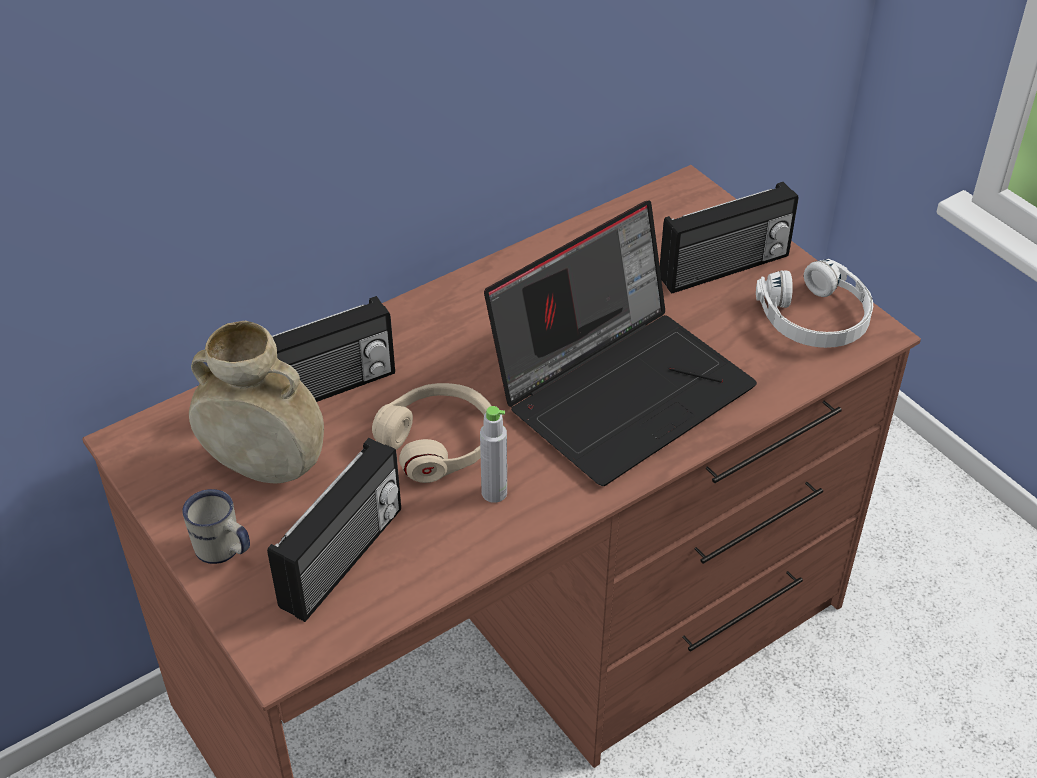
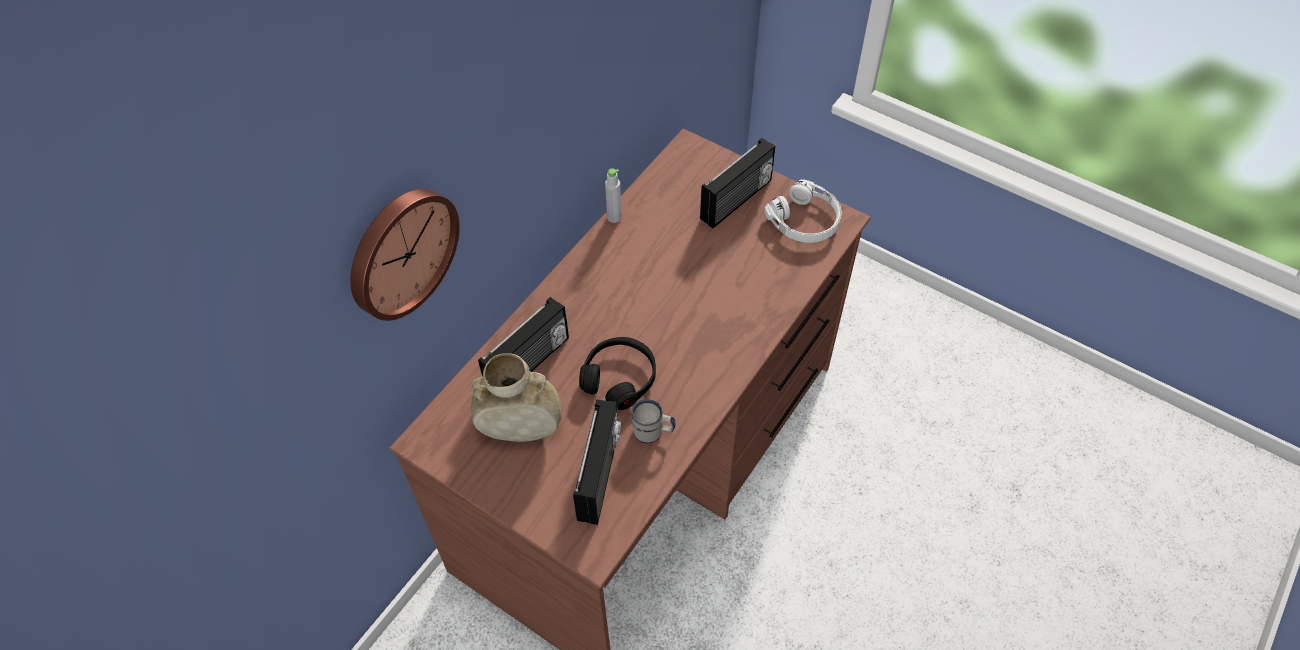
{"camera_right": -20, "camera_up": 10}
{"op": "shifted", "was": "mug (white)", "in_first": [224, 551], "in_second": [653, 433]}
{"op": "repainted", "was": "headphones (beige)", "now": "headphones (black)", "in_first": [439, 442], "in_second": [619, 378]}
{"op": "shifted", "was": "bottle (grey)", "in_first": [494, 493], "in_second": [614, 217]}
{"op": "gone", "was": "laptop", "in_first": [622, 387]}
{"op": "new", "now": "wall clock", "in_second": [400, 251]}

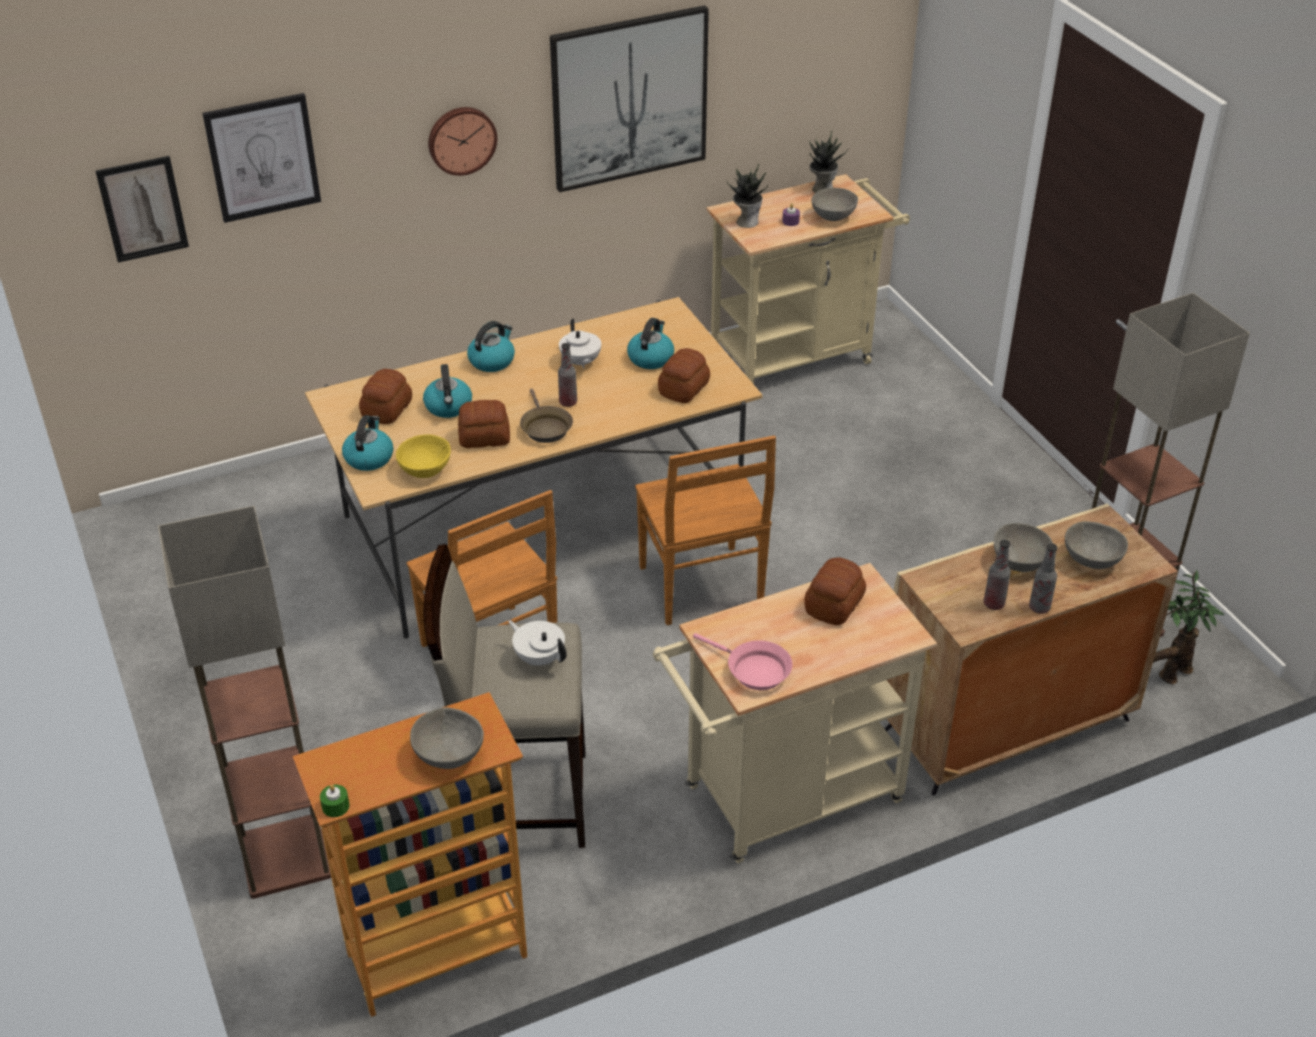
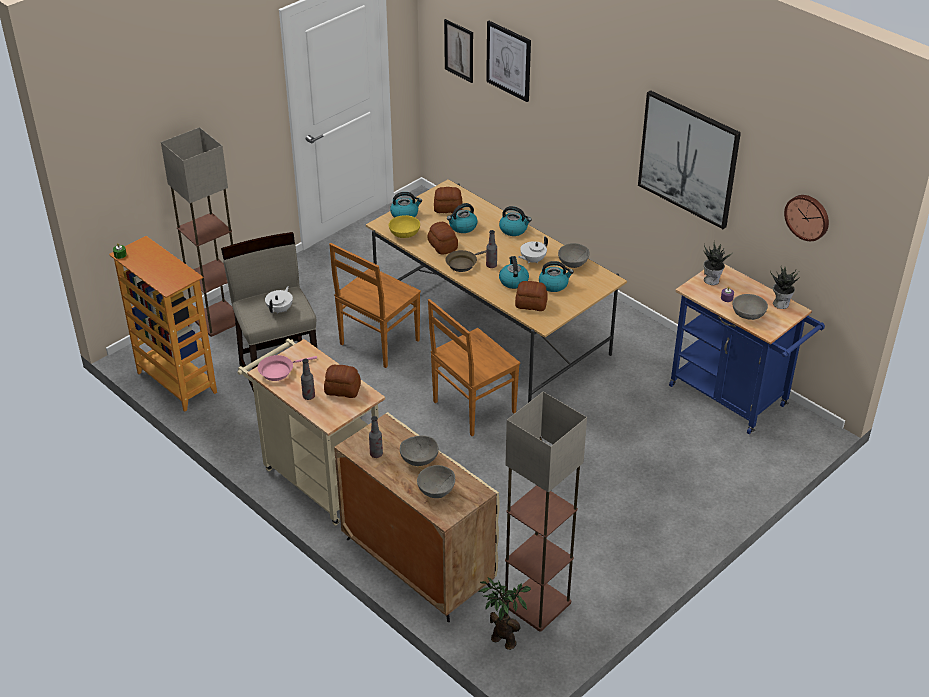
{"camera_right": 70, "camera_up": 0}
{"op": "shifted", "was": "bowl (grey)", "in_first": [448, 754], "in_second": [573, 263]}
{"op": "shifted", "was": "wall clock", "in_first": [461, 139], "in_second": [808, 216]}
{"op": "rotated", "was": "frying pan (pink)", "in_first": [753, 670], "in_second": [279, 371], "clockwise": 45}
{"op": "repainted", "was": "cart (beige)", "now": "cart (blue)", "in_first": [799, 355], "in_second": [734, 399]}
{"op": "shifted", "was": "bottle", "in_first": [1039, 608], "in_second": [308, 396]}
{"op": "new", "now": "kettle", "in_second": [513, 281]}

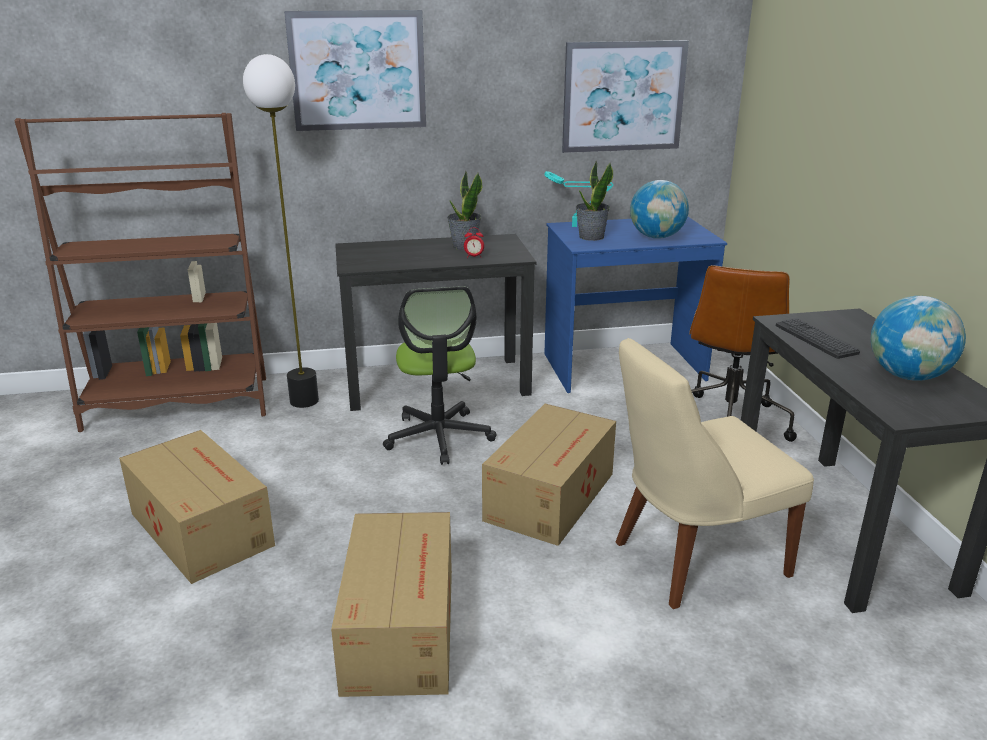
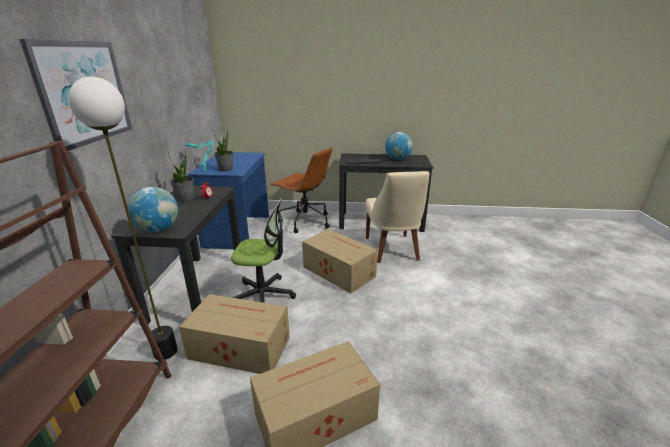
{"camera_right": -75, "camera_up": 0}
{"op": "shifted", "was": "cardboard box", "in_first": [402, 626], "in_second": [239, 347]}
{"op": "gone", "was": "picture", "in_first": [623, 96]}
{"op": "shifted", "was": "globe", "in_first": [656, 237], "in_second": [158, 230]}

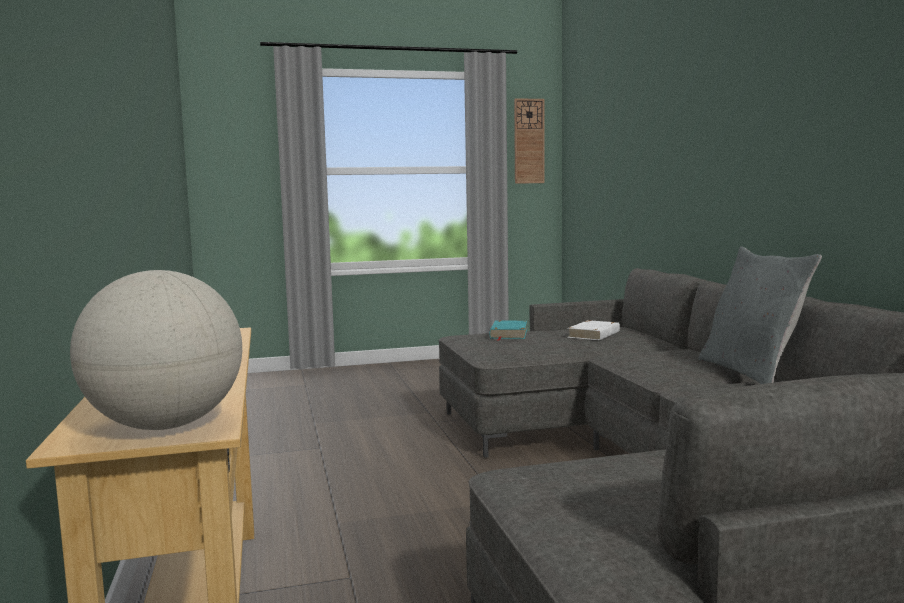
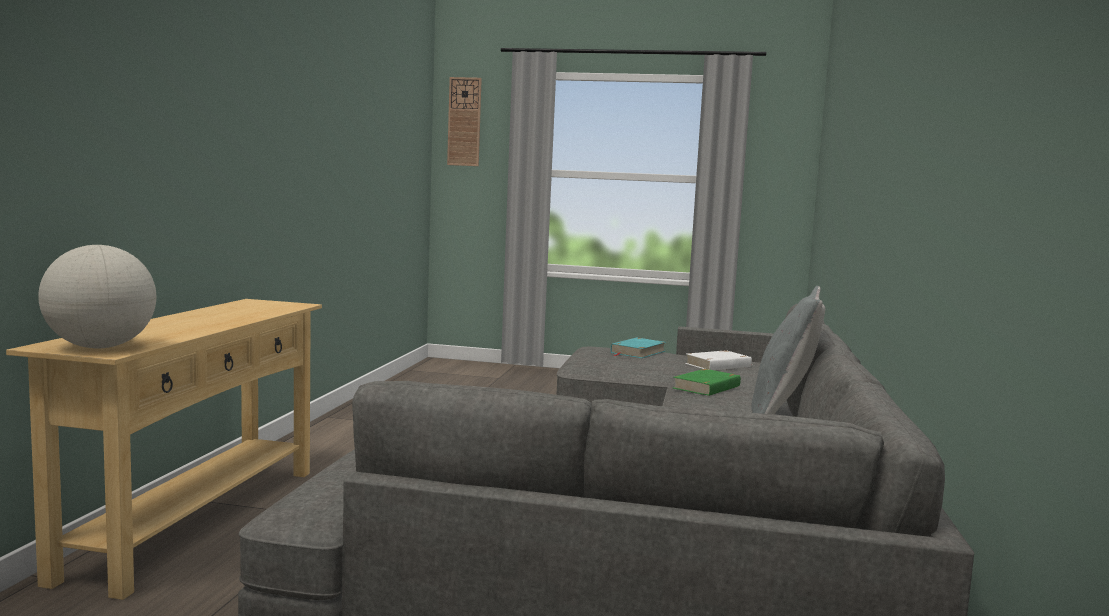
{"camera_right": 25, "camera_up": 0}
{"op": "shifted", "was": "wall clock", "in_first": [529, 141], "in_second": [464, 122]}
{"op": "new", "now": "book (green)", "in_second": [707, 387]}

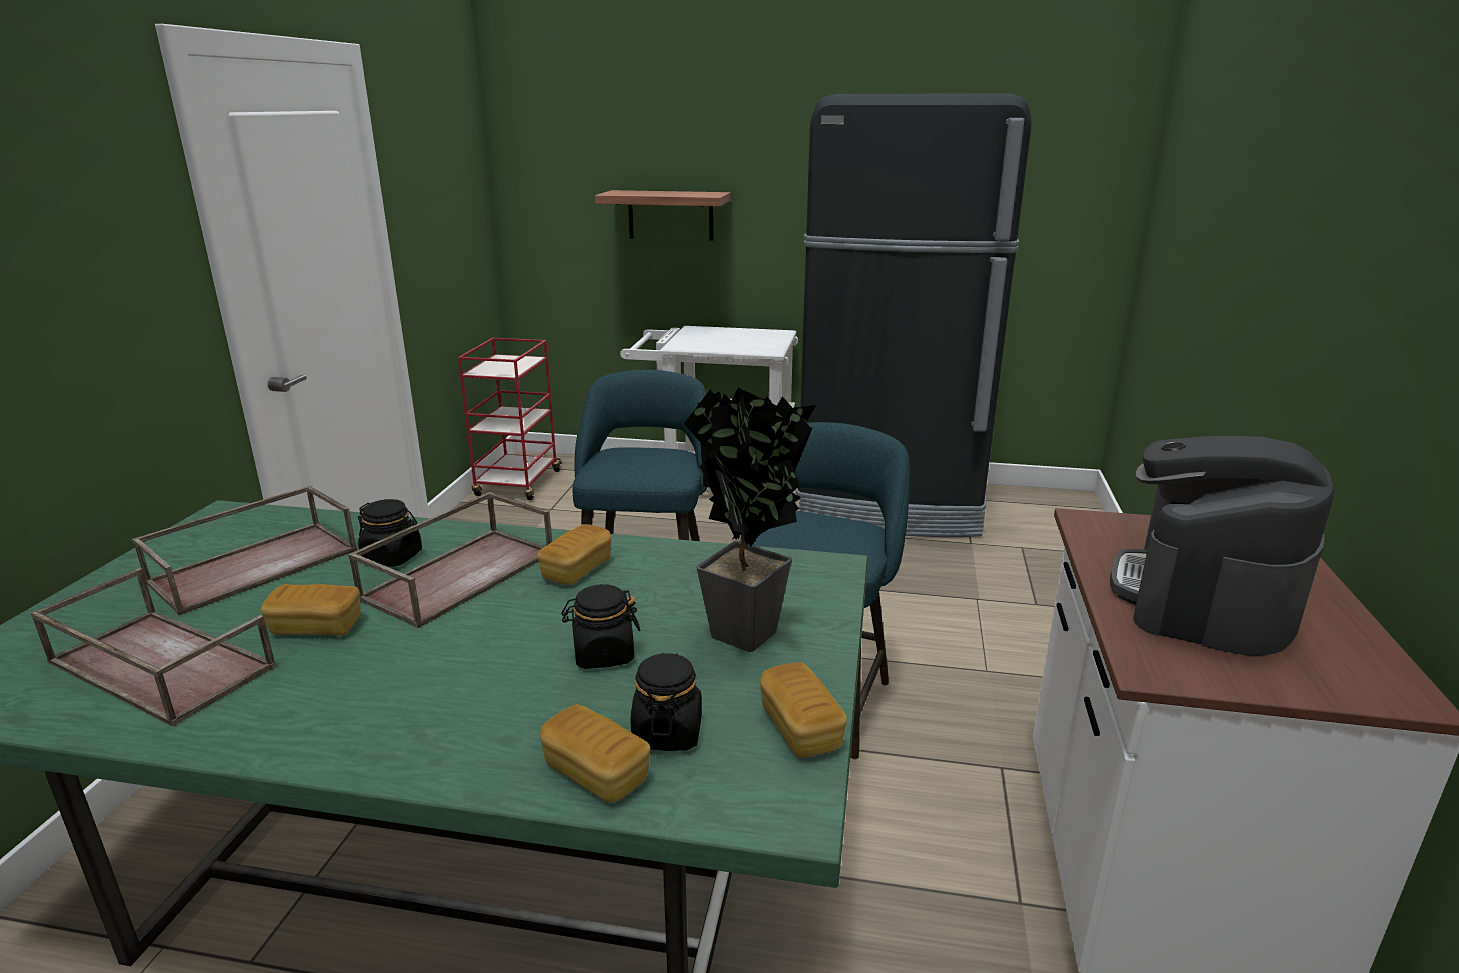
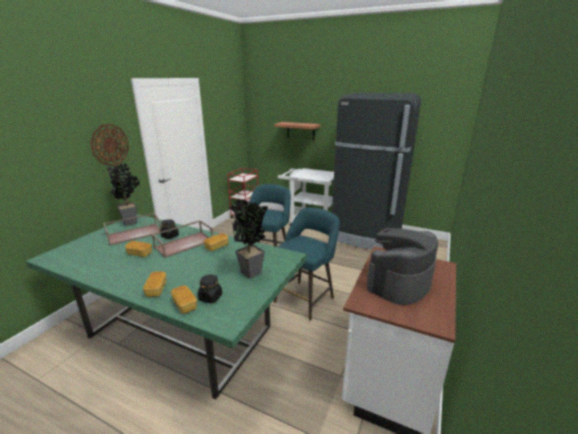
{"camera_right": 15, "camera_up": 0}
{"op": "gone", "was": "tray (brown)", "in_first": [158, 665]}
{"op": "gone", "was": "jar (black)", "in_first": [603, 654]}
{"op": "shifted", "was": "bread", "in_first": [800, 729], "in_second": [156, 289]}
{"op": "new", "now": "wall clock", "in_second": [110, 145]}
{"op": "new", "now": "potted plant", "in_second": [131, 221]}

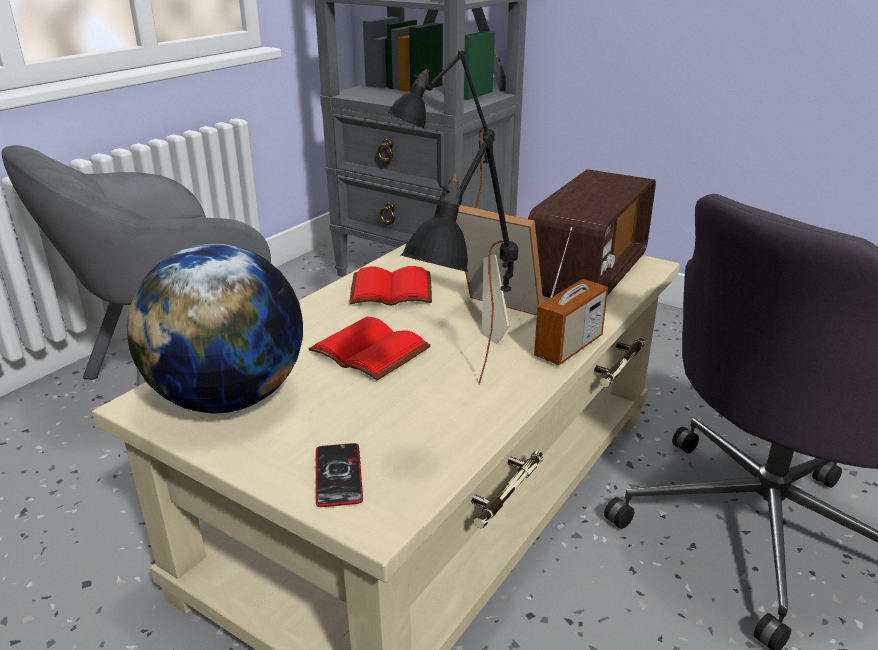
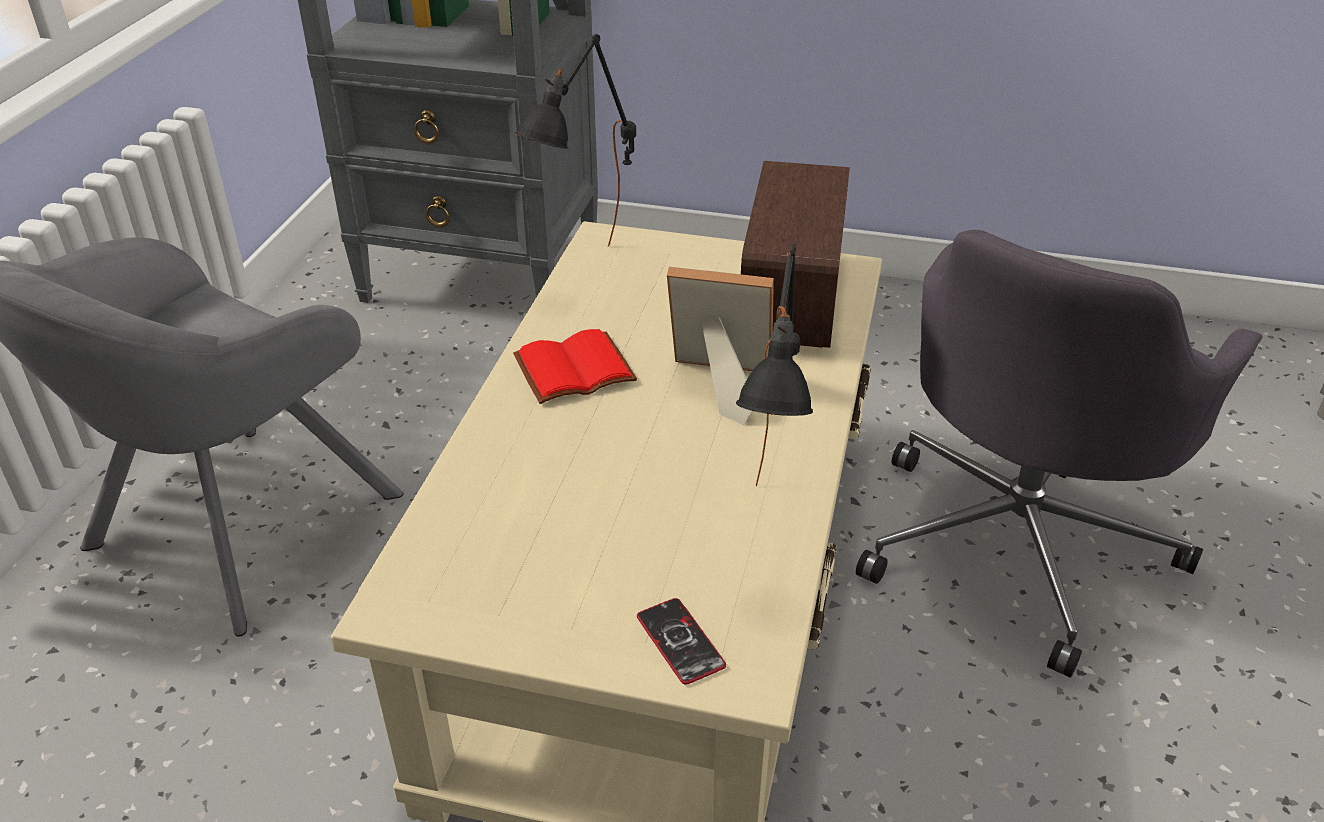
{"camera_right": -20, "camera_up": 10}
{"op": "gone", "was": "globe", "in_first": [229, 399]}
{"op": "gone", "was": "book (red)", "in_first": [373, 350]}
{"op": "gone", "was": "radio", "in_first": [569, 347]}

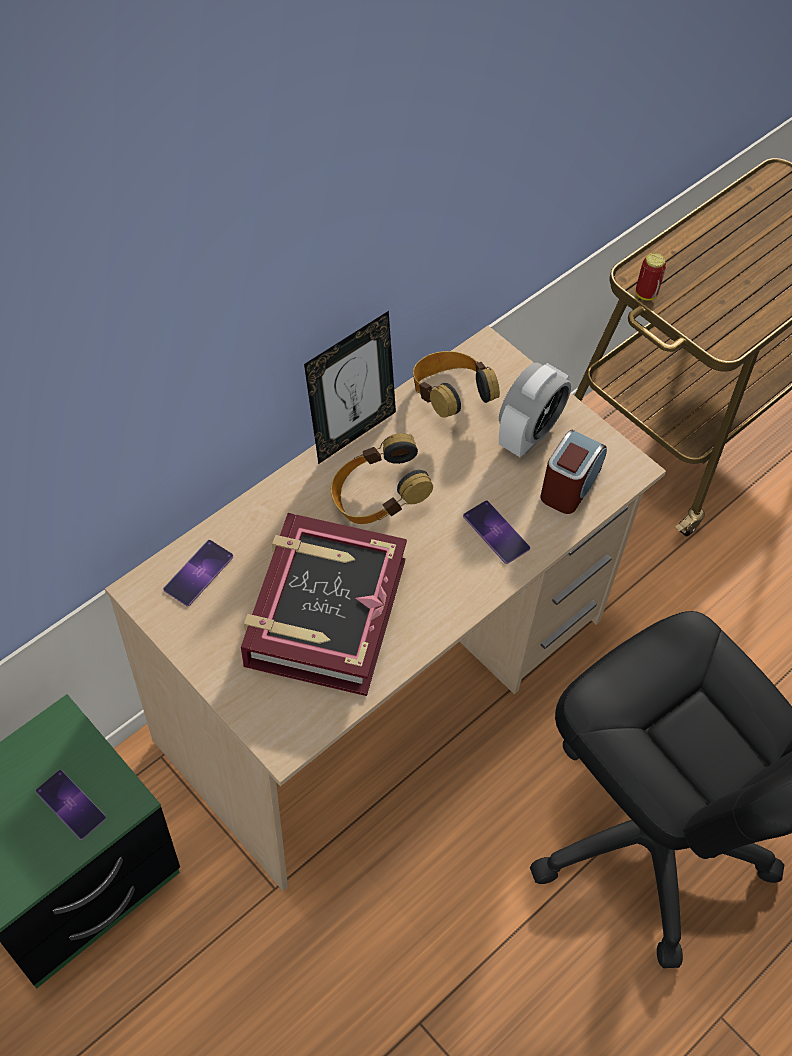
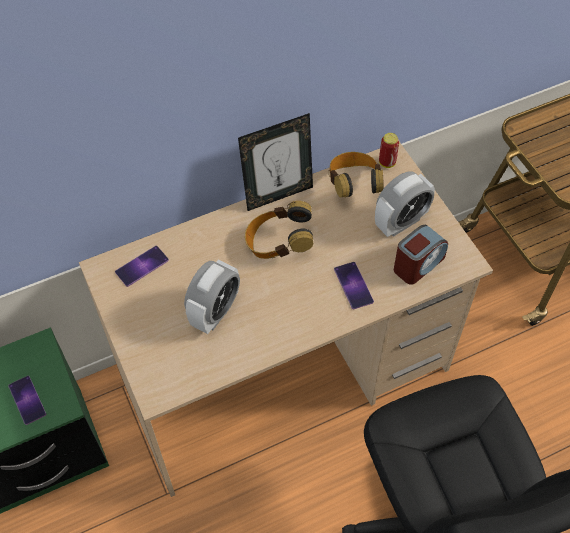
{"camera_right": 20, "camera_up": 0}
{"op": "swapped", "was": "book", "now": "alarm clock", "in_first": [324, 612], "in_second": [215, 312]}
{"op": "shifted", "was": "can", "in_first": [646, 294], "in_second": [387, 162]}

